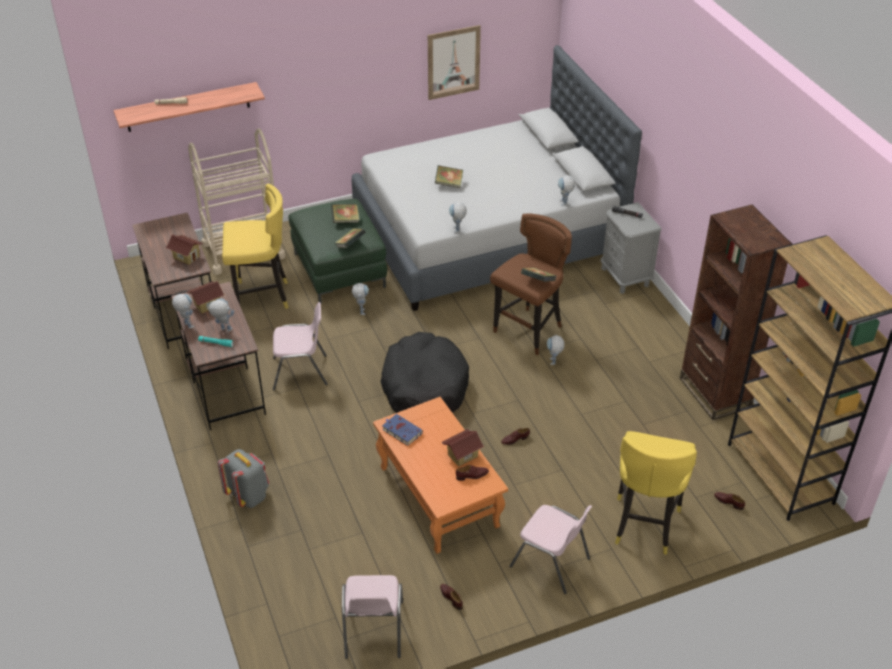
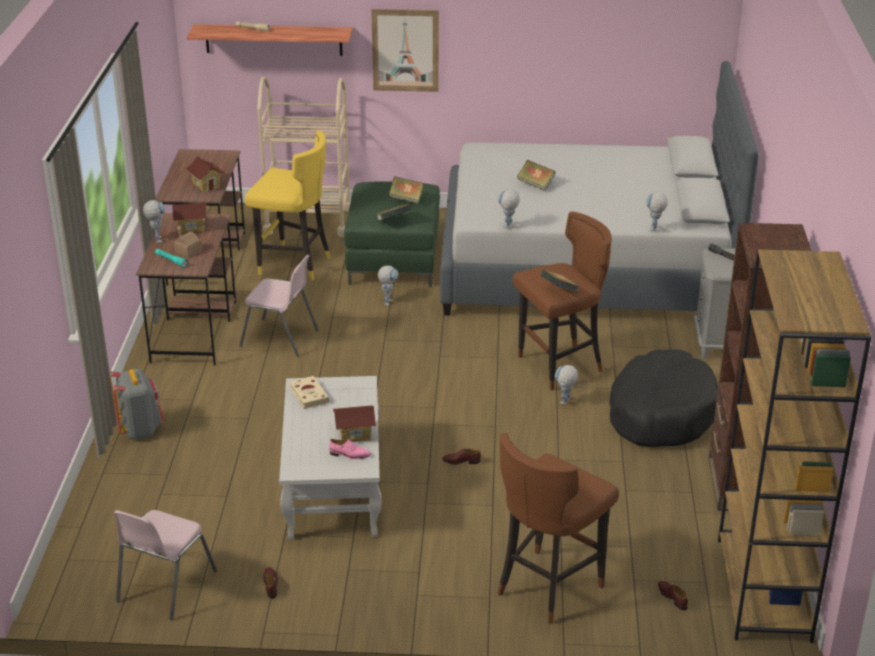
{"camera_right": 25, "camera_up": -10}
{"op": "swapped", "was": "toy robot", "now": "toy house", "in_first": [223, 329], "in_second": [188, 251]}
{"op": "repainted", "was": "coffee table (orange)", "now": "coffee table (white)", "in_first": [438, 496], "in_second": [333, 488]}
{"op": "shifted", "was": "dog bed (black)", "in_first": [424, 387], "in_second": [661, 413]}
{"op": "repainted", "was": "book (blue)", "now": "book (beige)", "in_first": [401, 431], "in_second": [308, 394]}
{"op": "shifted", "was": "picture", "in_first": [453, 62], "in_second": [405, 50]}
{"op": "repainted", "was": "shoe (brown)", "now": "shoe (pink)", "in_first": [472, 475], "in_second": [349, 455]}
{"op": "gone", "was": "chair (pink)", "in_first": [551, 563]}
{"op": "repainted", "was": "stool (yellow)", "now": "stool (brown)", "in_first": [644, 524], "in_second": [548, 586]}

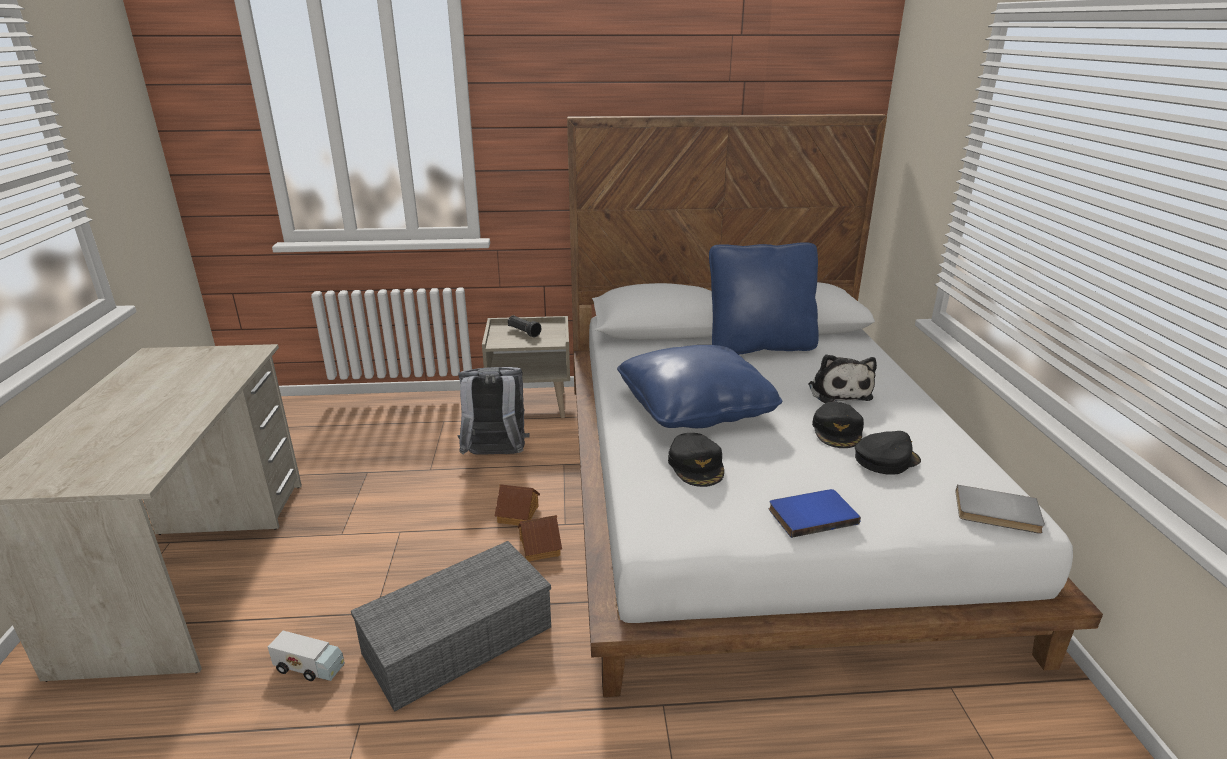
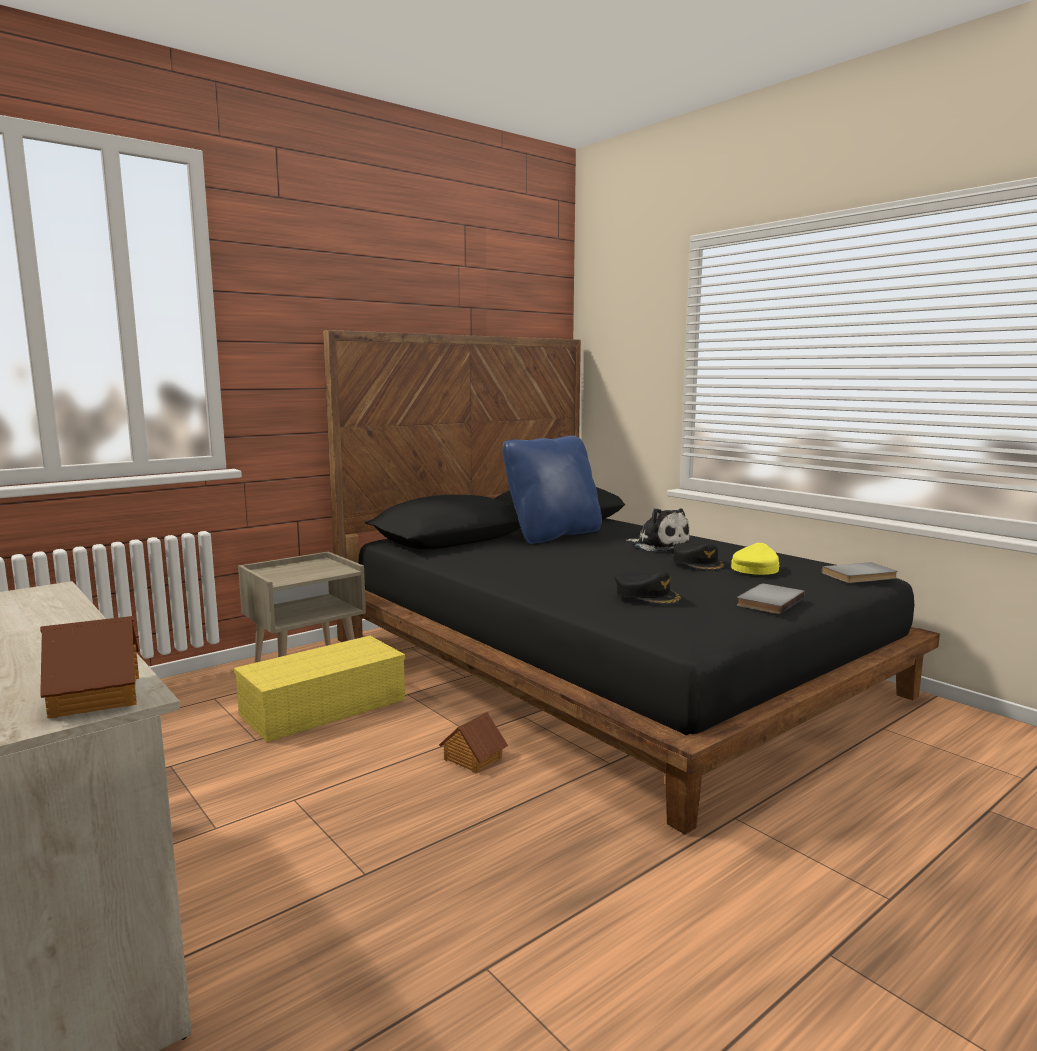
{"camera_right": -35, "camera_up": -15}
{"op": "gone", "was": "toy truck", "in_first": [310, 667]}
{"op": "gone", "was": "storage box (grey)", "in_first": [460, 637]}
{"op": "swapped", "was": "backpack (grey)", "now": "storage box (yellow)", "in_first": [495, 456], "in_second": [322, 708]}
{"op": "shifted", "was": "toy house", "in_first": [519, 514], "in_second": [98, 695]}
{"op": "gone", "was": "flashlight (black)", "in_first": [524, 332]}
{"op": "repainted", "was": "bed (white)", "now": "bed (black)", "in_first": [756, 492], "in_second": [607, 665]}
{"op": "gone", "was": "pillow (blue)", "in_first": [695, 408]}
{"op": "repainted", "was": "book (blue)", "now": "book (grey)", "in_first": [811, 514], "in_second": [768, 601]}
{"op": "repainted", "was": "cap (black)", "now": "cap (yellow)", "in_first": [885, 459], "in_second": [755, 568]}

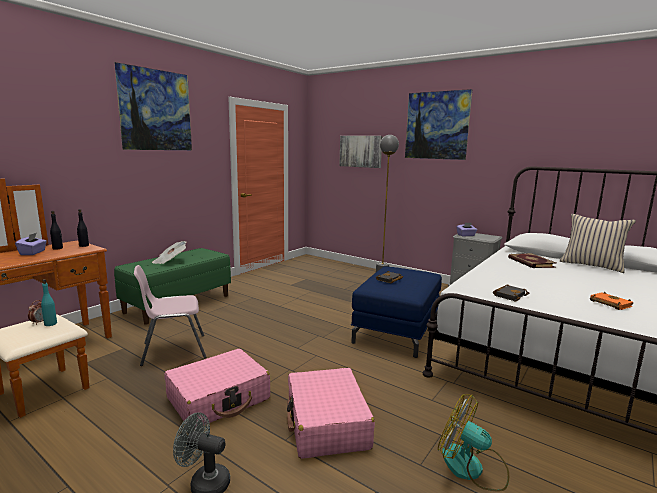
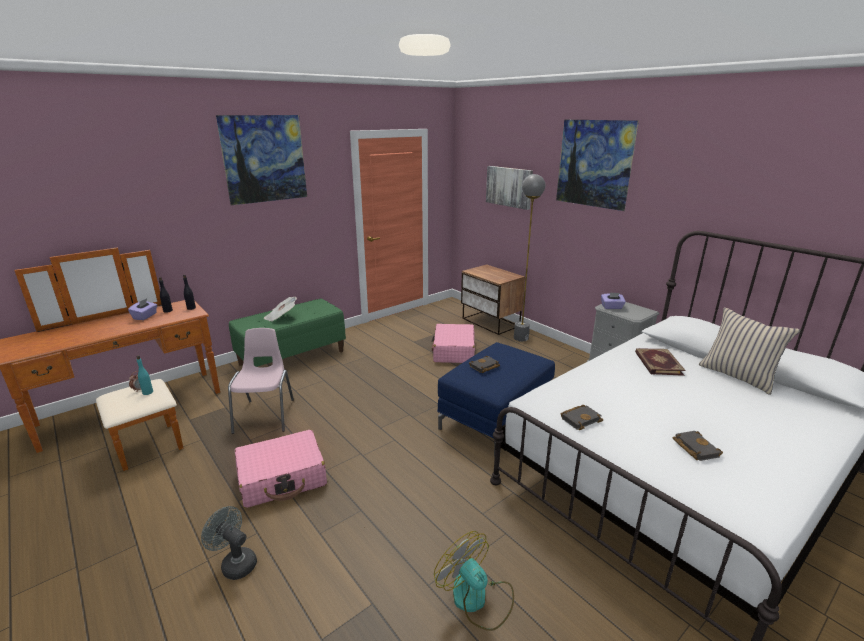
{"camera_right": 15, "camera_up": 10}
{"op": "rotated", "was": "chair (pink)", "in_first": [173, 350], "in_second": [266, 415], "clockwise": 90}
{"op": "shifted", "was": "suitcase (pink)", "in_first": [326, 423], "in_second": [453, 351]}
{"op": "repainted", "was": "book (orange)", "now": "book (black)", "in_first": [608, 303], "in_second": [694, 448]}
{"op": "new", "now": "nightstand", "in_second": [490, 323]}

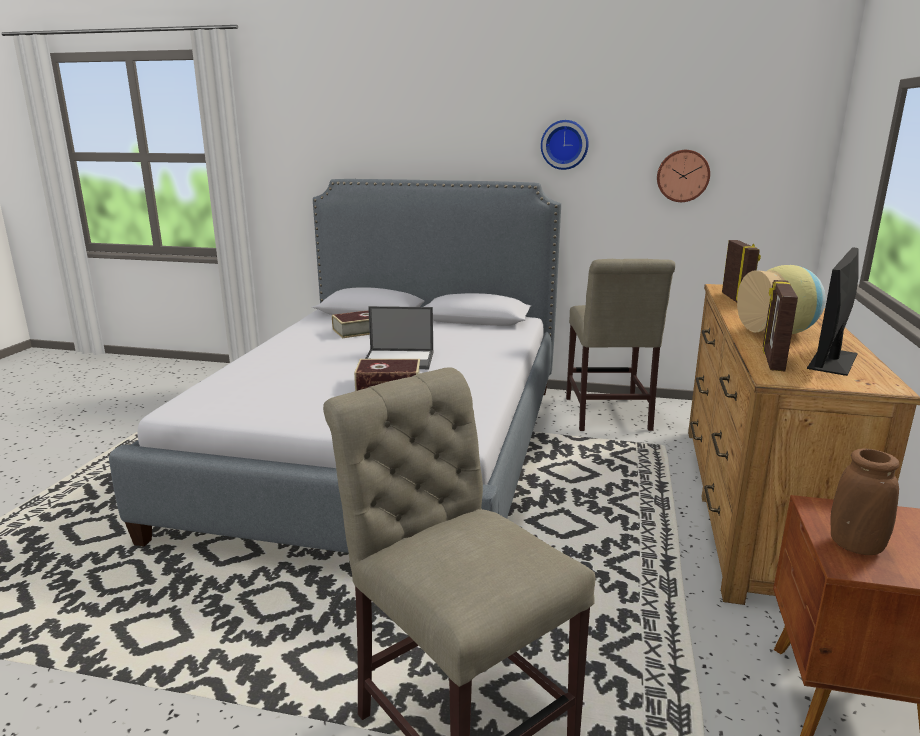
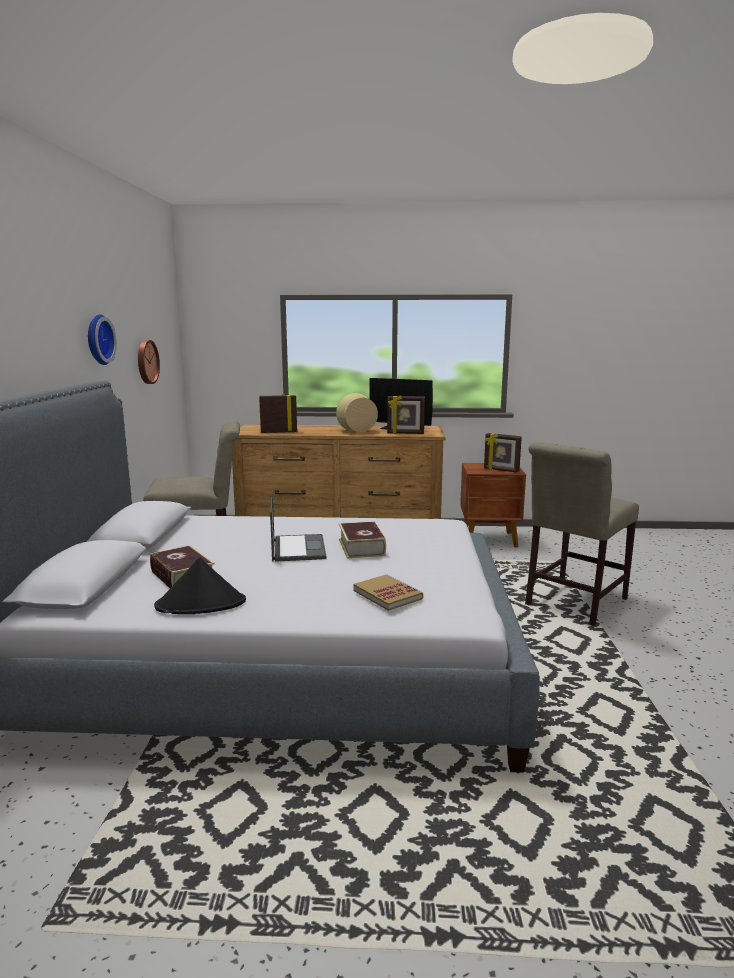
{"camera_right": -100, "camera_up": -5}
{"op": "swapped", "was": "vase (brown)", "now": "picture frame", "in_first": [855, 546], "in_second": [501, 470]}
{"op": "new", "now": "hat (black)", "in_second": [201, 604]}
{"op": "new", "now": "book", "in_second": [387, 595]}

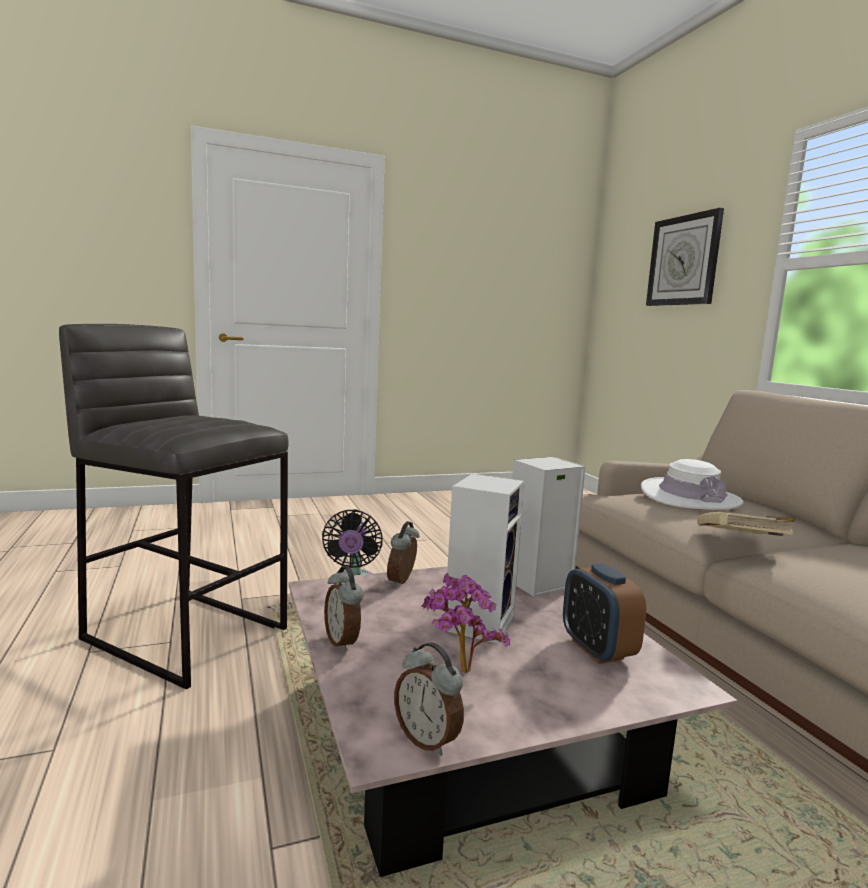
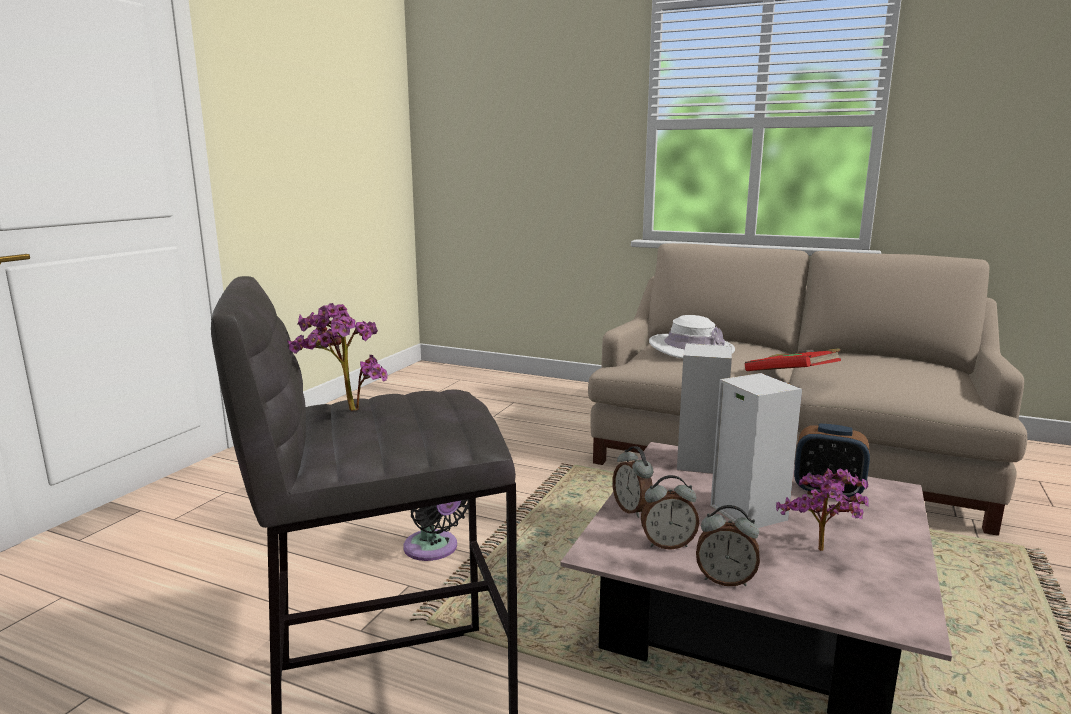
{"camera_right": -45, "camera_up": 5}
{"op": "shifted", "was": "alarm clock", "in_first": [427, 740], "in_second": [667, 544]}
{"op": "gone", "was": "wall clock", "in_first": [684, 260]}
{"op": "repainted", "was": "book (beige)", "now": "book (red)", "in_first": [741, 543], "in_second": [790, 377]}
{"op": "new", "now": "potted plant", "in_second": [345, 411]}

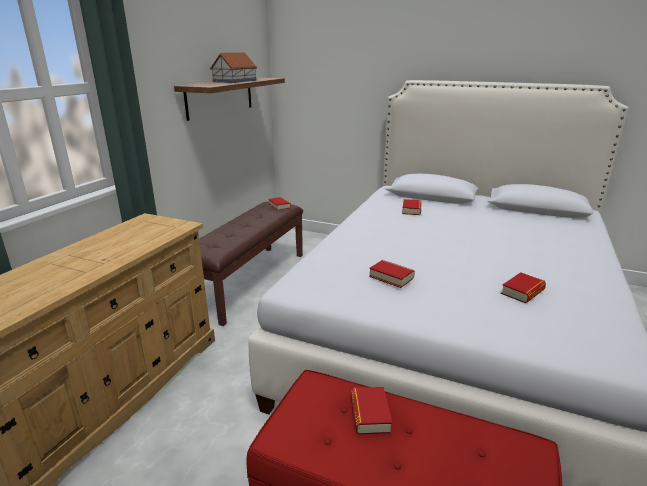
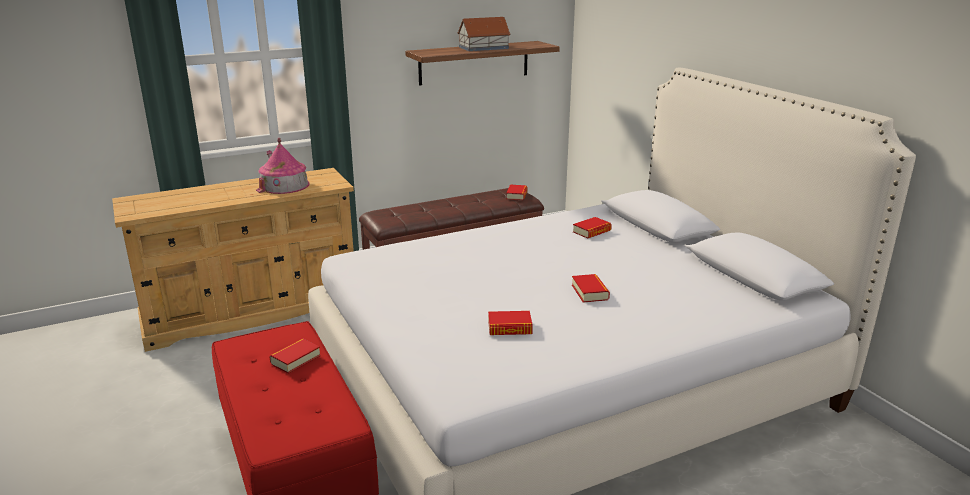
{"camera_right": 40, "camera_up": 0}
{"op": "shifted", "was": "book", "in_first": [391, 277], "in_second": [590, 292]}
{"op": "new", "now": "toy house", "in_second": [284, 185]}

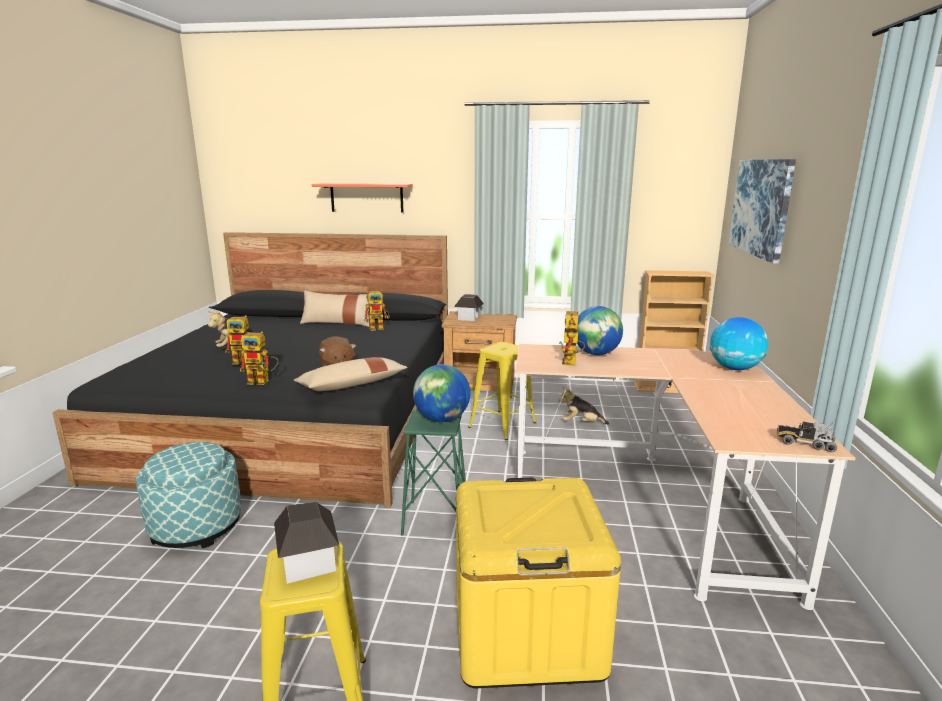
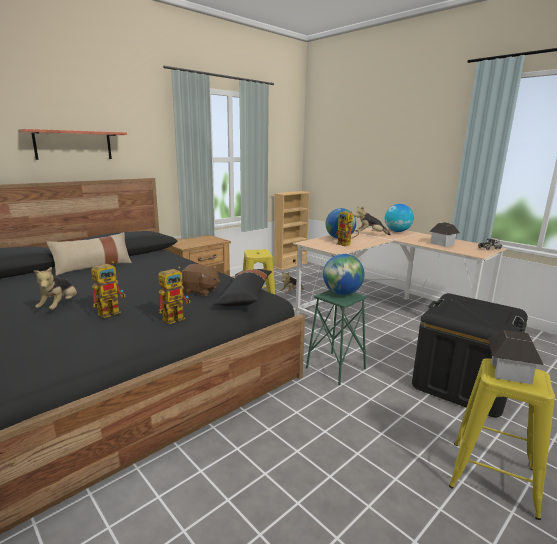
{"camera_right": -50, "camera_up": 0}
{"op": "gone", "was": "ottoman", "in_first": [196, 526]}
{"op": "repainted", "was": "pillow (beige)", "now": "pillow (black)", "in_first": [352, 385], "in_second": [245, 296]}
{"op": "gone", "was": "toy robot", "in_first": [379, 328]}
{"op": "shifted", "was": "toy house", "in_first": [469, 318], "in_second": [442, 244]}
{"op": "repainted", "was": "storage box (yellow)", "now": "storage box (black)", "in_first": [526, 630], "in_second": [462, 384]}
{"op": "gone", "was": "picture", "in_first": [761, 207]}
{"op": "new", "now": "plush toy", "in_second": [370, 234]}

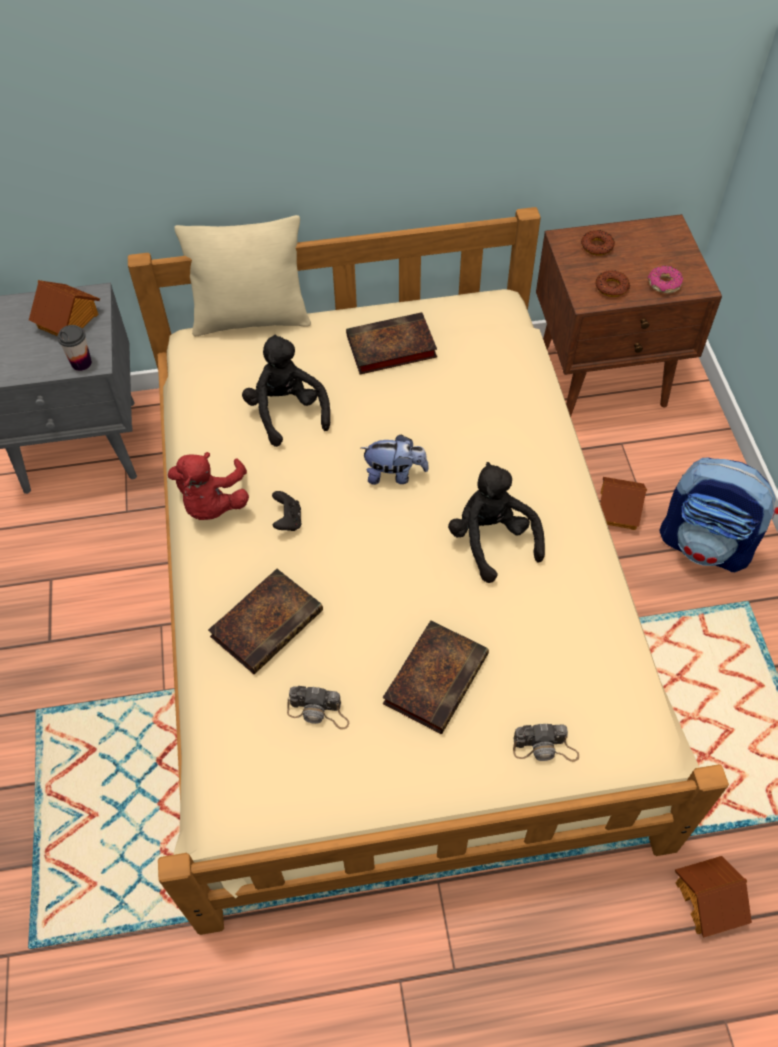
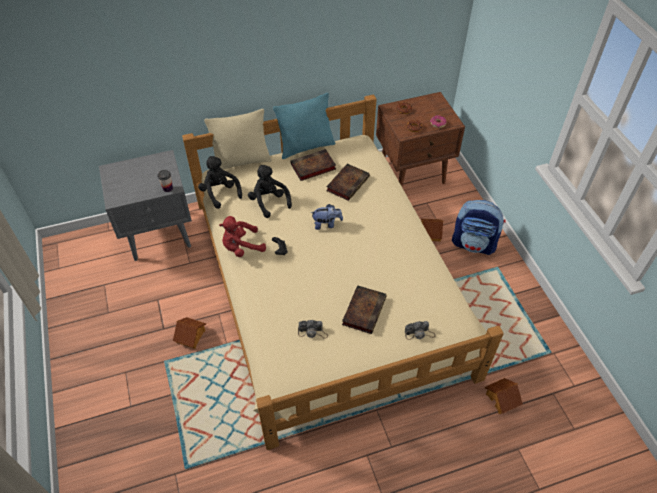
{"camera_right": -10, "camera_up": -5}
{"op": "shifted", "was": "toy house", "in_first": [69, 321], "in_second": [191, 336]}
{"op": "rotated", "was": "plush toy (red)", "in_first": [212, 503], "in_second": [241, 247], "clockwise": 75}
{"op": "shifted", "was": "book", "in_first": [268, 622], "in_second": [348, 183]}
{"op": "shifted", "was": "plush toy (black)", "in_first": [492, 540], "in_second": [220, 193]}
{"op": "new", "now": "pillow (turquoise)", "in_second": [306, 147]}

